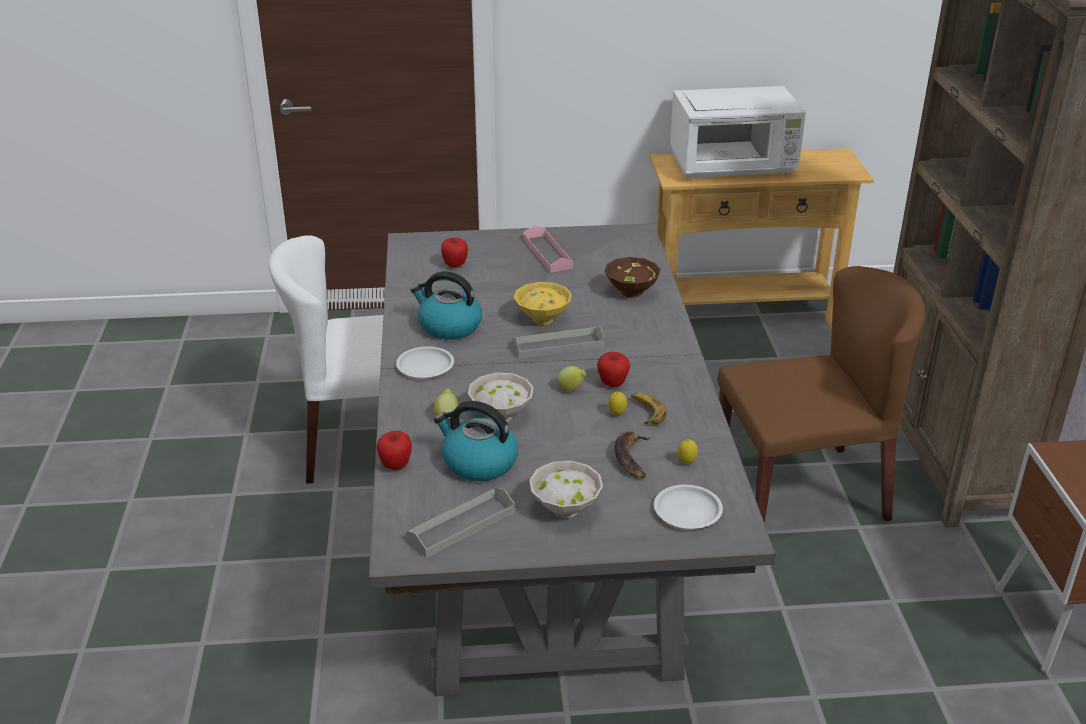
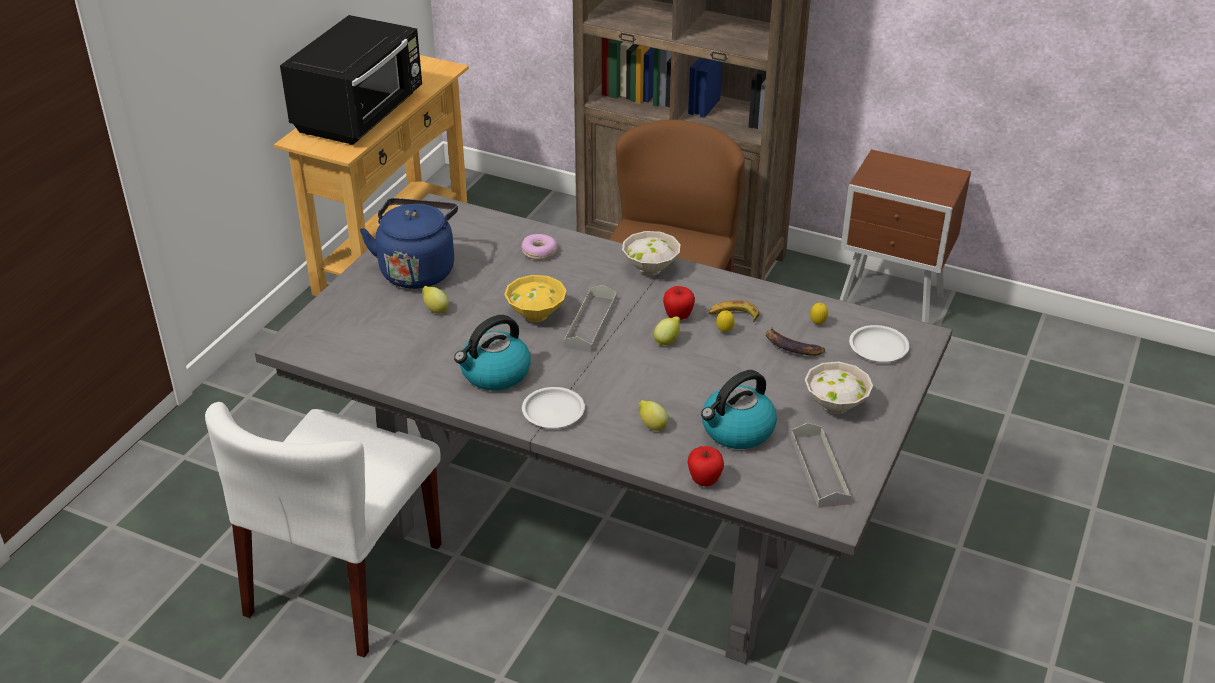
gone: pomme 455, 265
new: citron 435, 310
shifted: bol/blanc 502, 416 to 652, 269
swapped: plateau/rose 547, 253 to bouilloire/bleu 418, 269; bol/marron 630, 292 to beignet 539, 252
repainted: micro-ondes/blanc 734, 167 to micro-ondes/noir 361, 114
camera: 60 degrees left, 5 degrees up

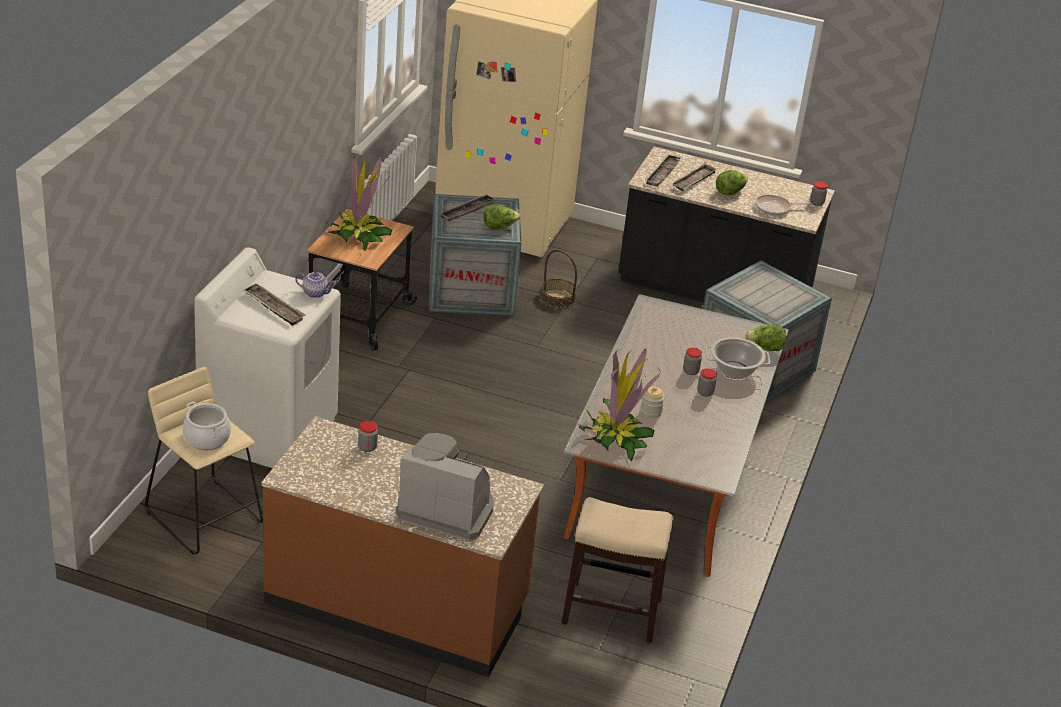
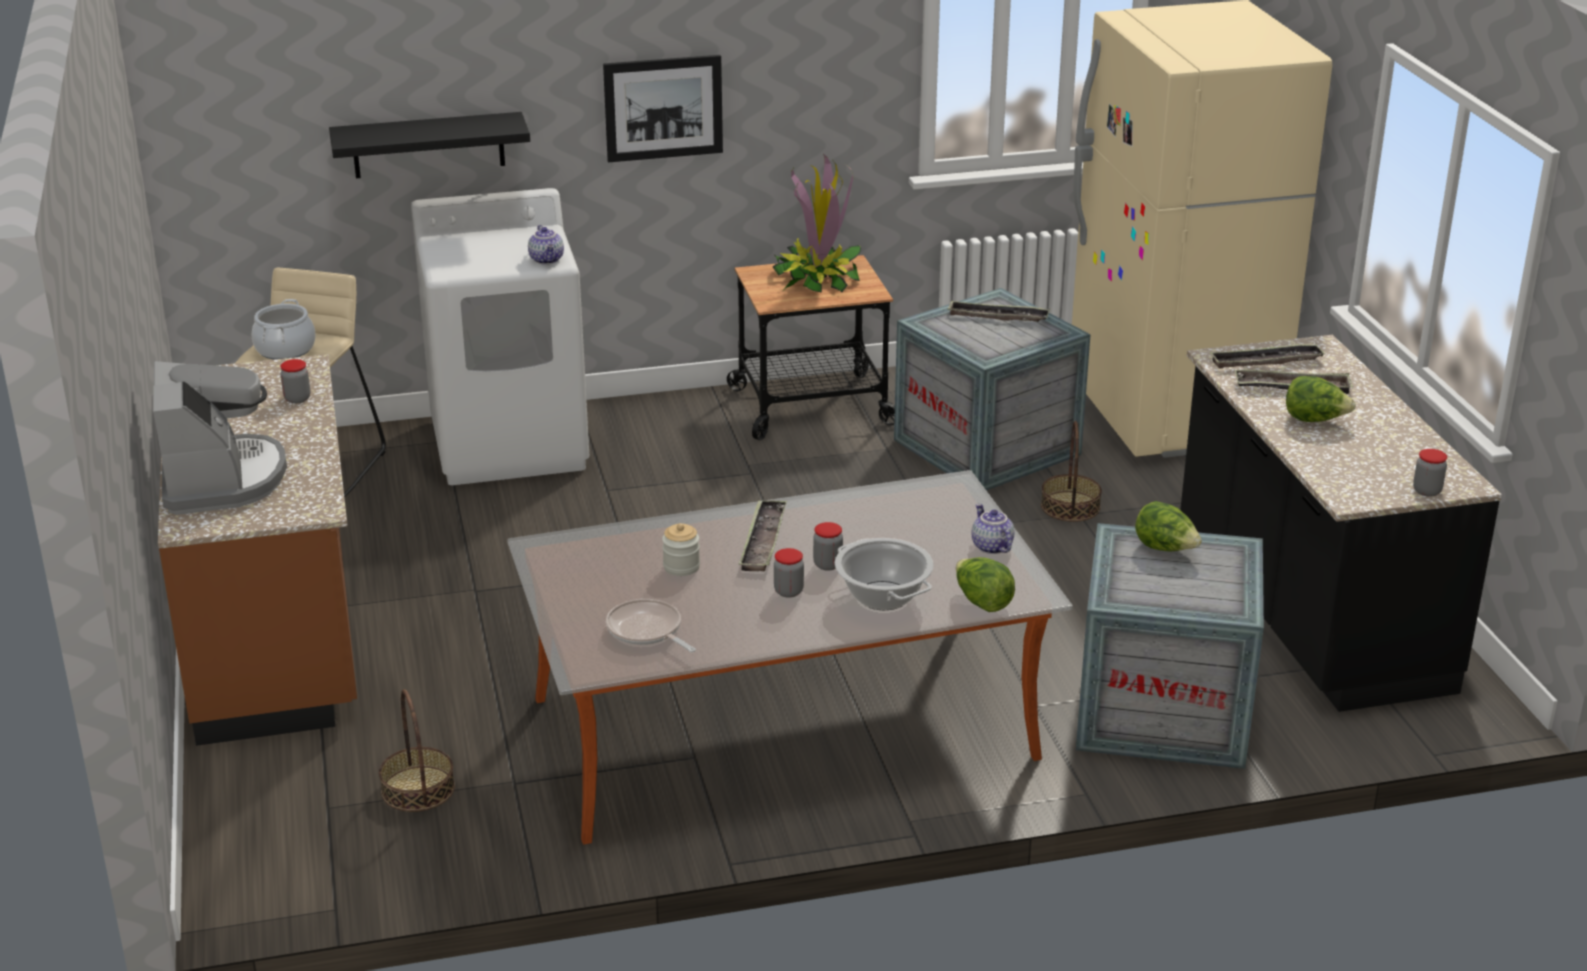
gone: plante en pot 615, 437
new: étagère/noir 428, 145; tableau 663, 108; théière 990, 547
shifted: poêle 775, 208 to 647, 631; plateau 273, 308 to 763, 541; laitue 499, 227 to 1165, 549
swapped: tabouret 610, 611 to panier 417, 789
camera: 60 degrees right, 5 degrees down

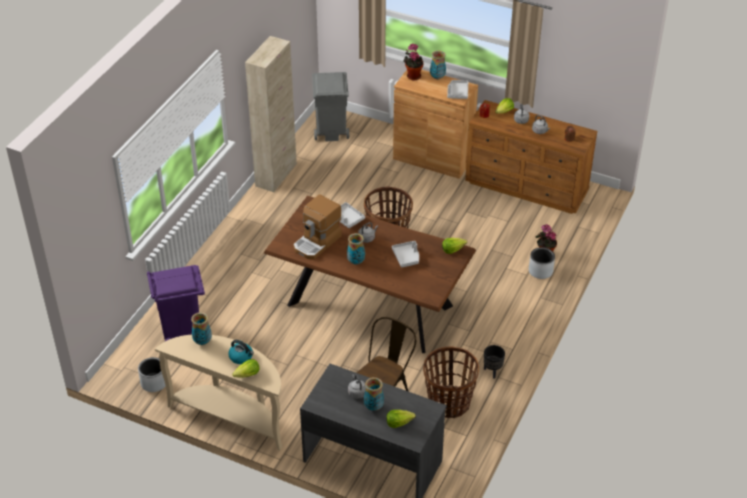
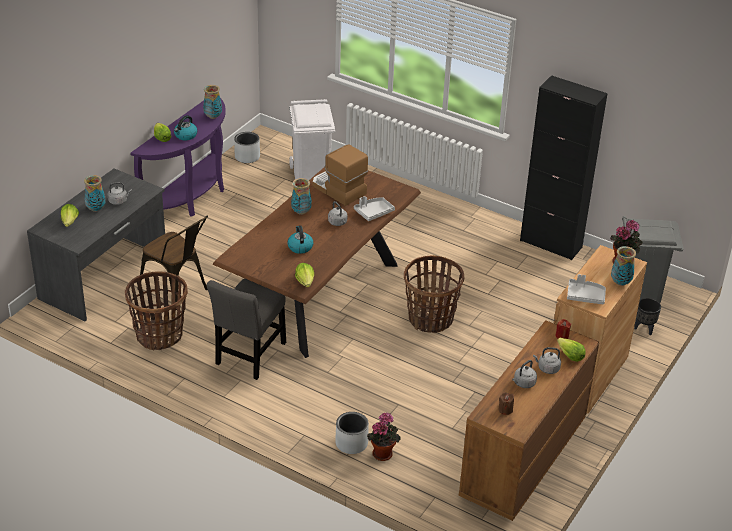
new: chaise/gris 249, 356
shifted: cache-pot/noir 492, 371 to 644, 329
swapped: plateau/gris 407, 257 to bouilloire 300, 247
repainted: table console/beige 231, 416 to table console/violet 192, 197; poubelle/violet 182, 330 to poubelle/blanc 311, 173; meuble de rangement/beige 276, 175 to meuble de rangement/noir 550, 244
camera: 95 degrees right, 5 degrees down

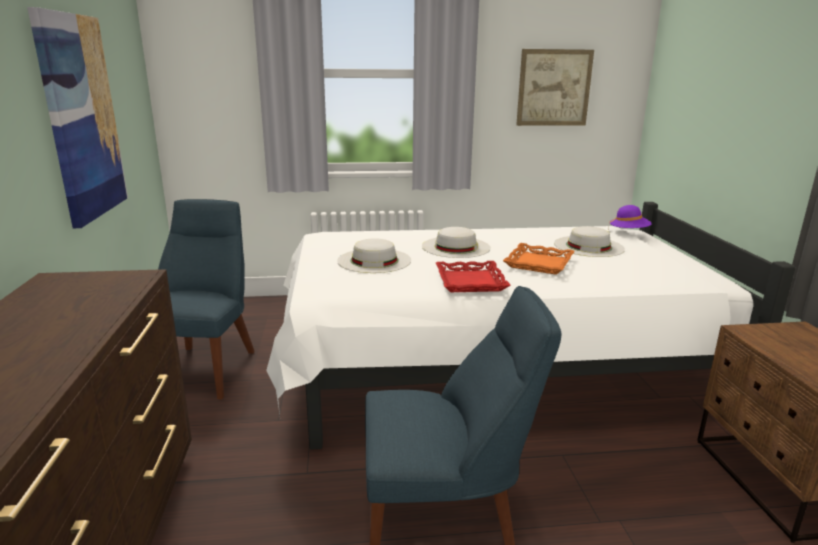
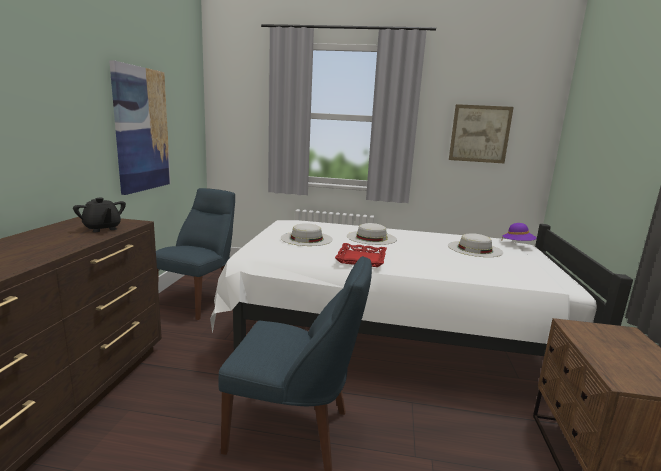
gone: plateau/orange 538, 263
new: théière/noir 102, 228
camera: 15 degrees right, 5 degrees down

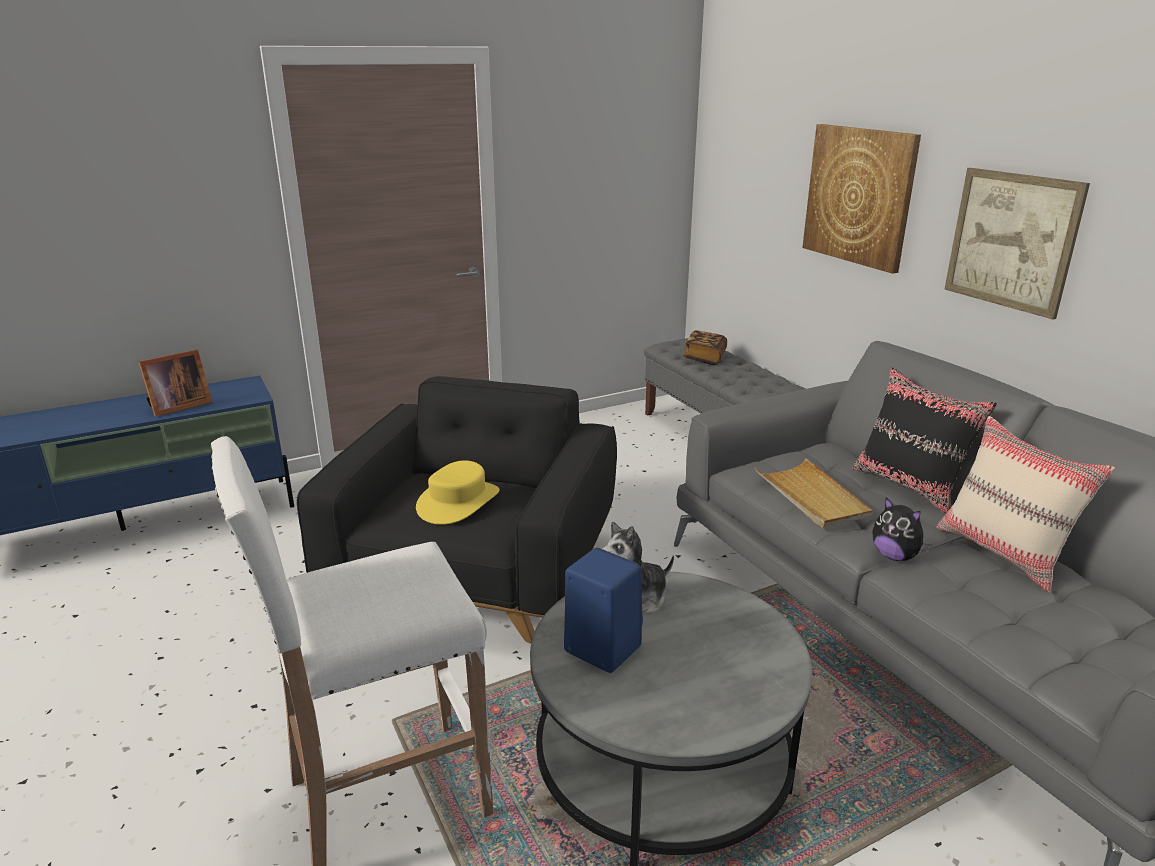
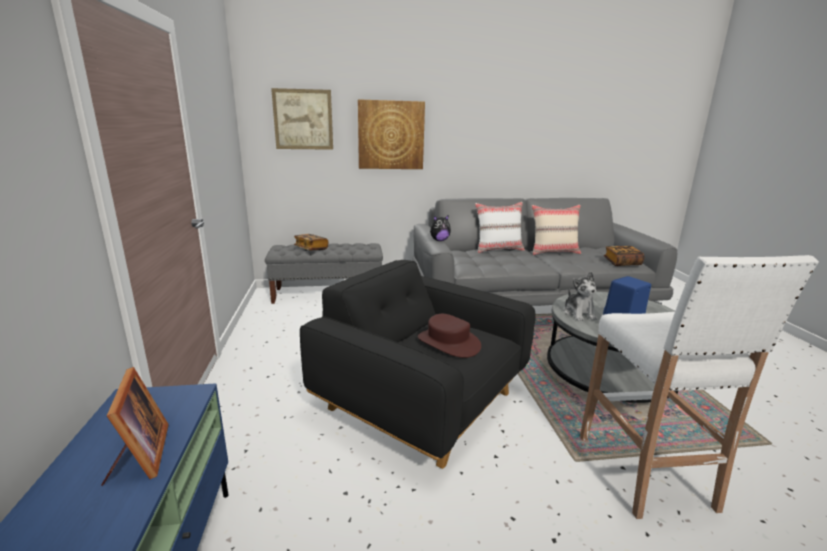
gone: plateau/beige 811, 497
new: livre 622, 263
shifted: tableau 1012, 241 to 303, 119; peluche 895, 556 to 439, 240
repainted: chapeau/jaune 458, 502 to chapeau/marron 448, 343; coussin/noir 909, 486 to coussin/blanc 498, 249
camera: 70 degrees left, 5 degrees down

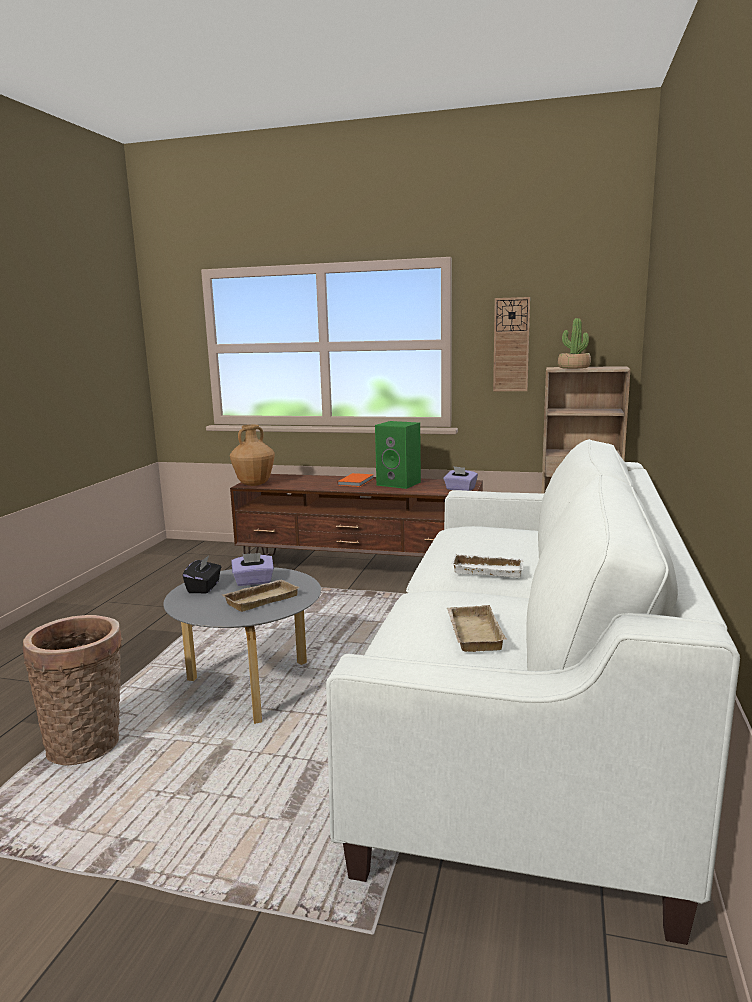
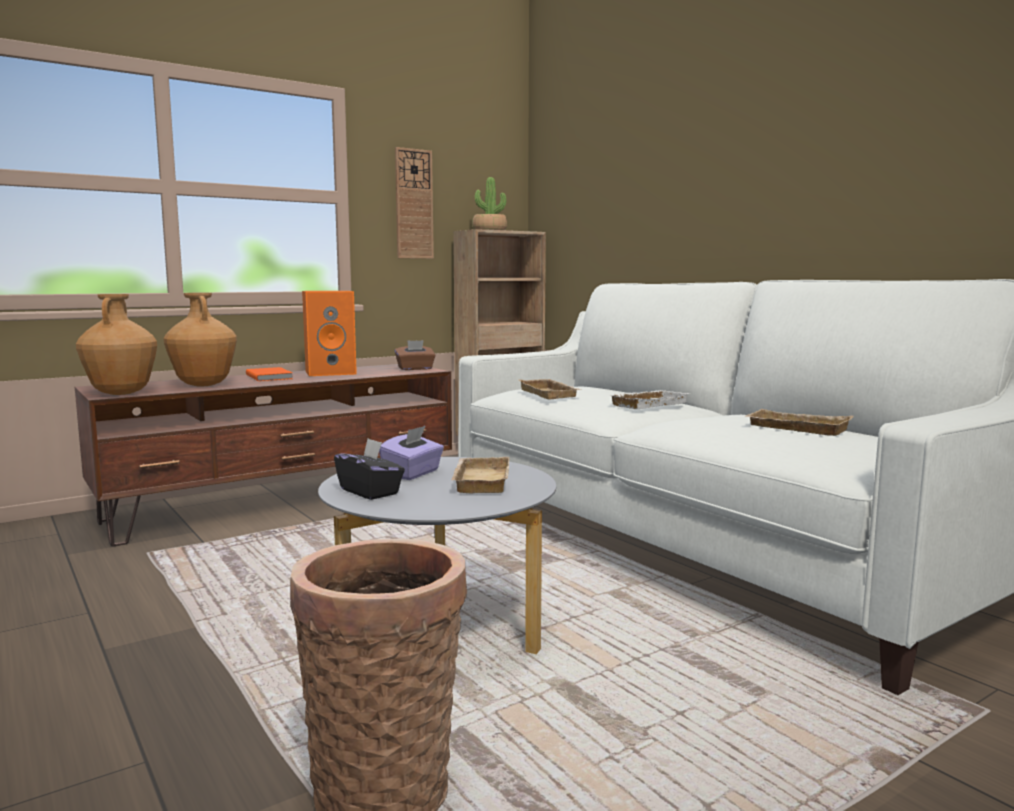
new: vase/marron 204, 385; plateau/beige 551, 394
repainted: enceinte/vert 400, 483 to enceinte/orange 332, 372; boîte à mouchoirs/violet 460, 489 to boîte à mouchoirs/marron 415, 369
camera: 50 degrees left, 5 degrees down

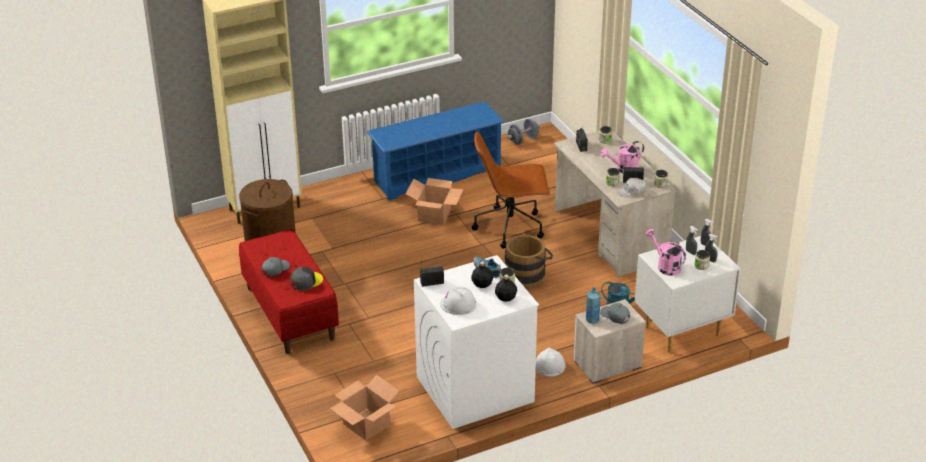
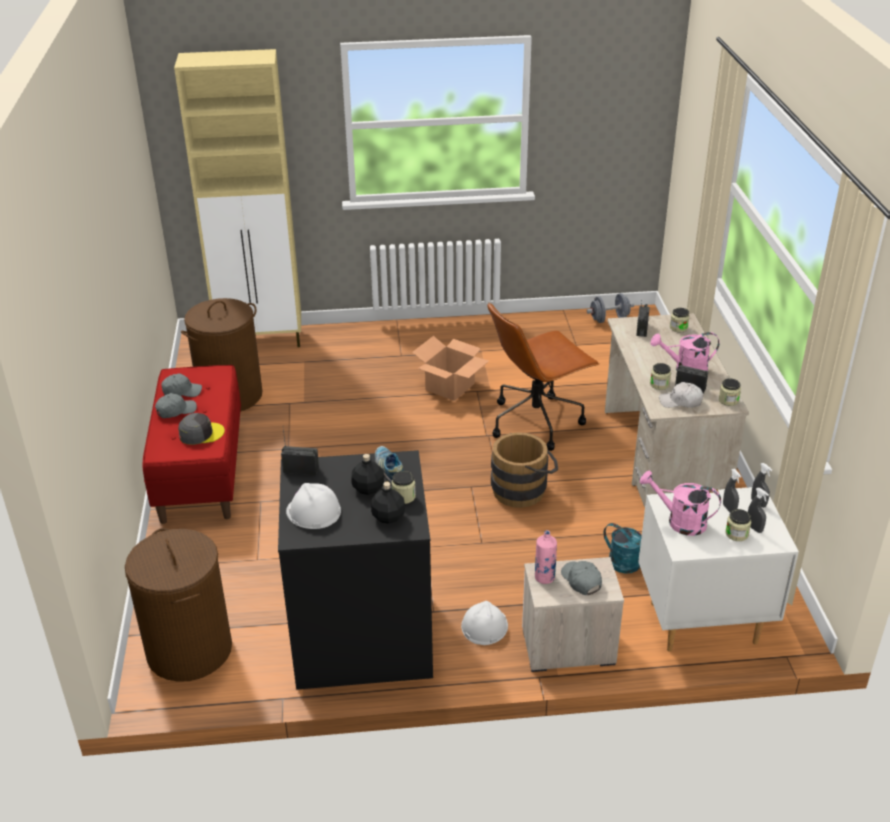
gone: étagère à chaussures/bleu 436, 175
new: casquette/gris 182, 391
swapped: carton 367, 424 to panier à linge/marron 190, 650
repainted: lave-linge/blanc 474, 389 to lave-linge/noir 361, 636; bouteille/bleu 592, 319 to bouteille/rose 544, 577
rotated: chaise de bureau/marron 511, 227 = 536, 421 45 degrees counterclockwise; arrosoir/rose 665, 266 = 679, 521 45 degrees counterclockwise
camera: 20 degrees right, 0 degrees up

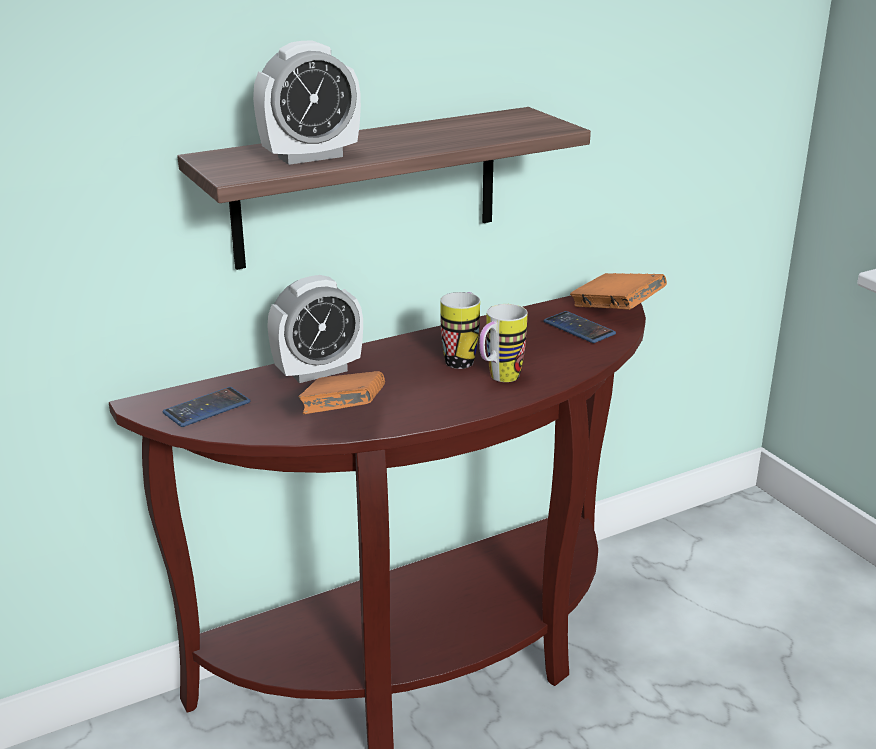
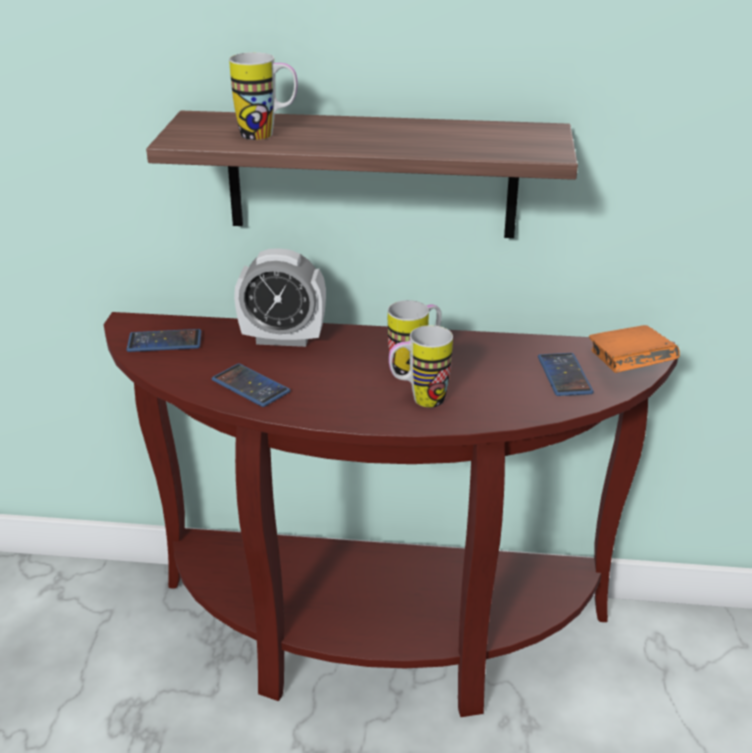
swapped: livre/orange 344, 415 to téléphone 250, 386; réveil 310, 157 to mug 267, 135
camera: 35 degrees right, 5 degrees up

